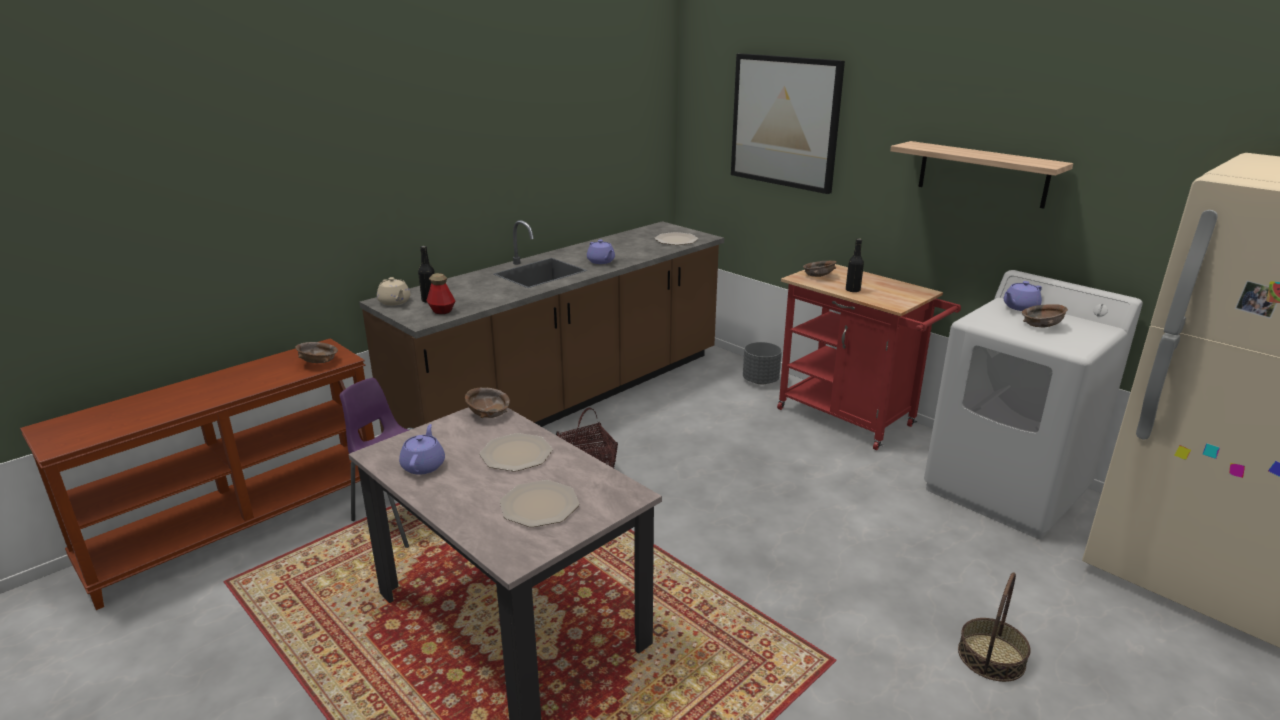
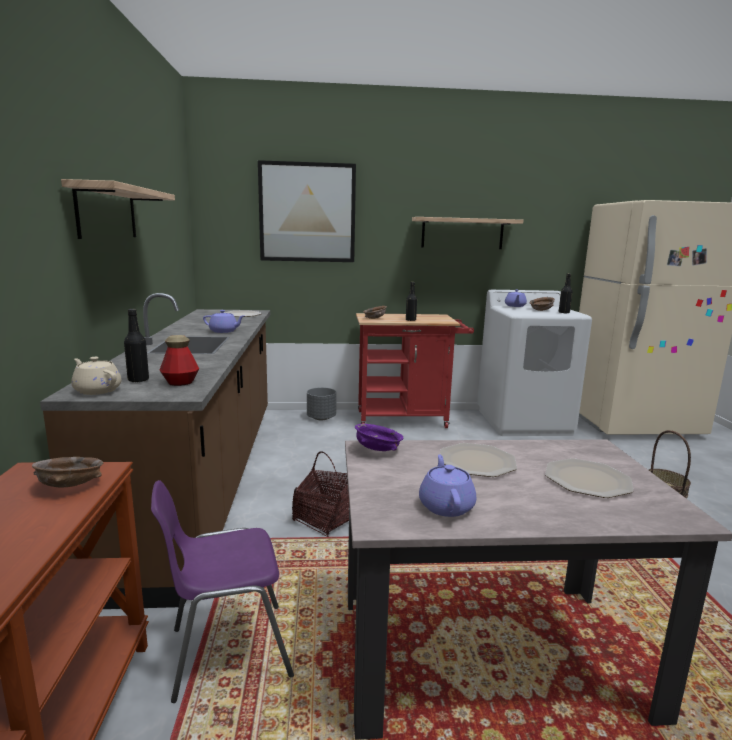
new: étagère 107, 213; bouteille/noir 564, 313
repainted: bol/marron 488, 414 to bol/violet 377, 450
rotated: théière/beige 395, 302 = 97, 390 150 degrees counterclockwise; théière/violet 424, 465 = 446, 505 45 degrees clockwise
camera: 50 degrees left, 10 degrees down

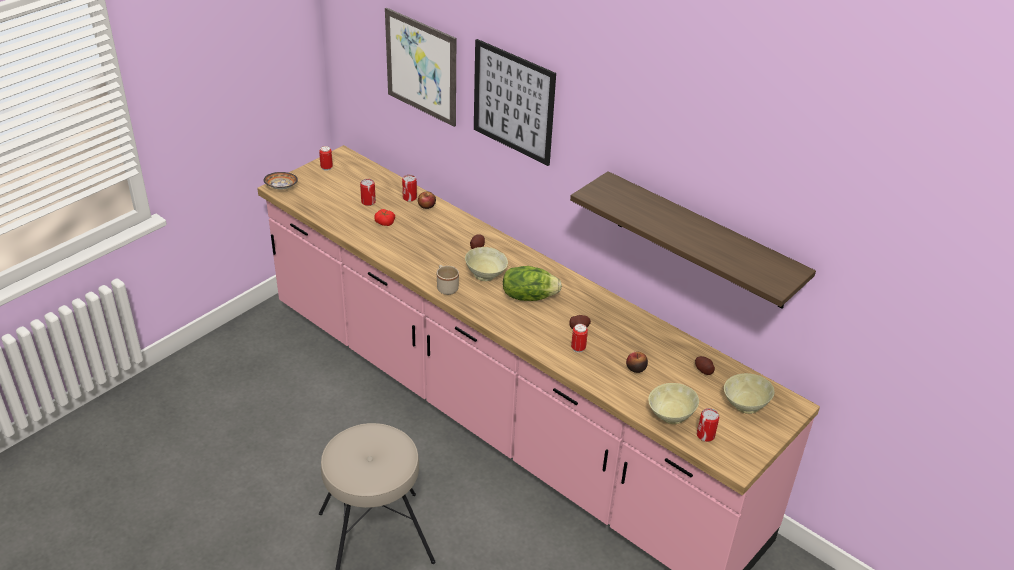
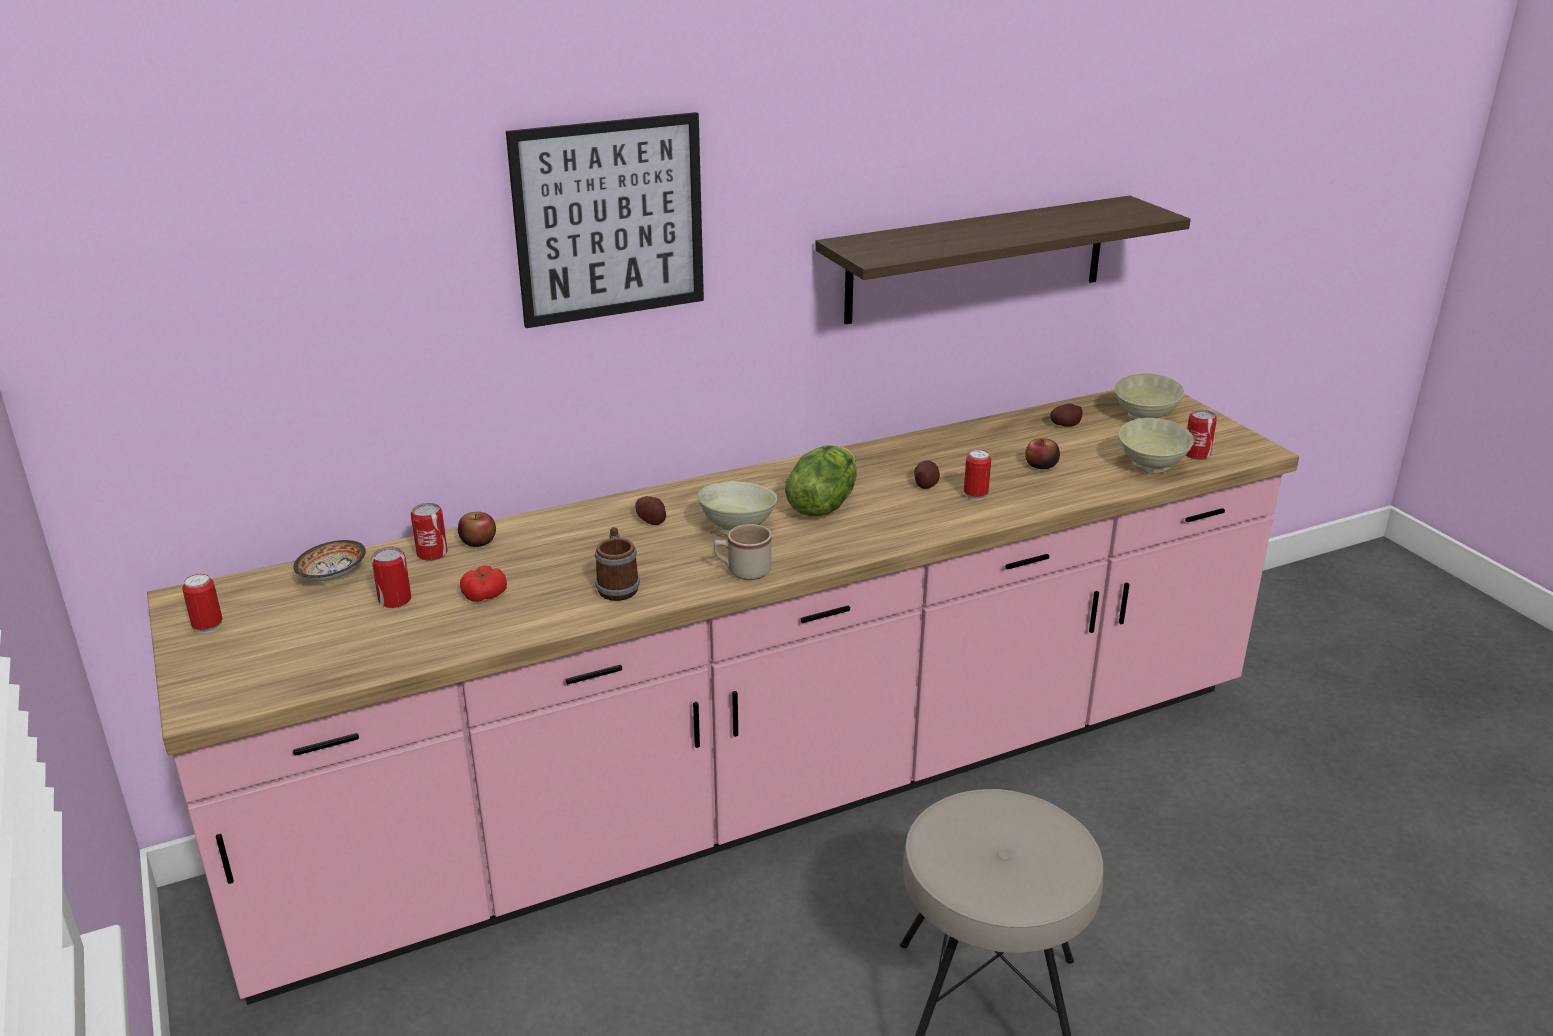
gone: tableau 421, 67
new: mug 617, 586
shifted: bol 281, 187 to 331, 576
camera: 65 degrees left, 10 degrees down

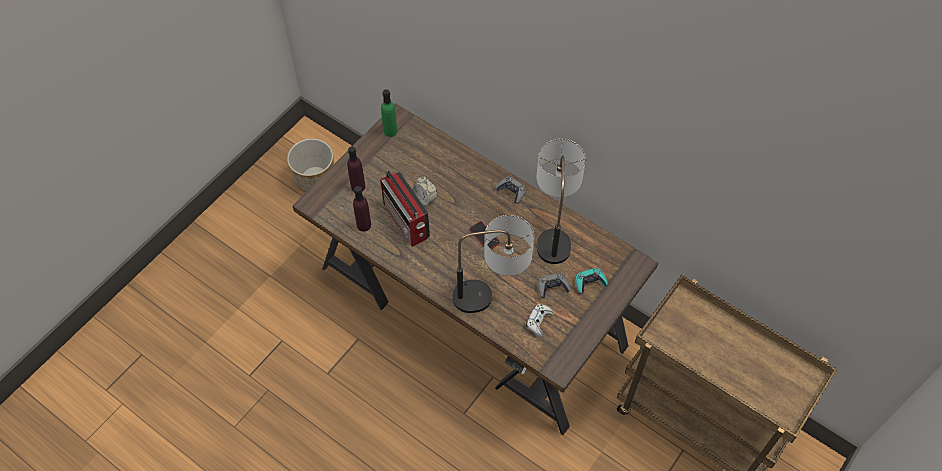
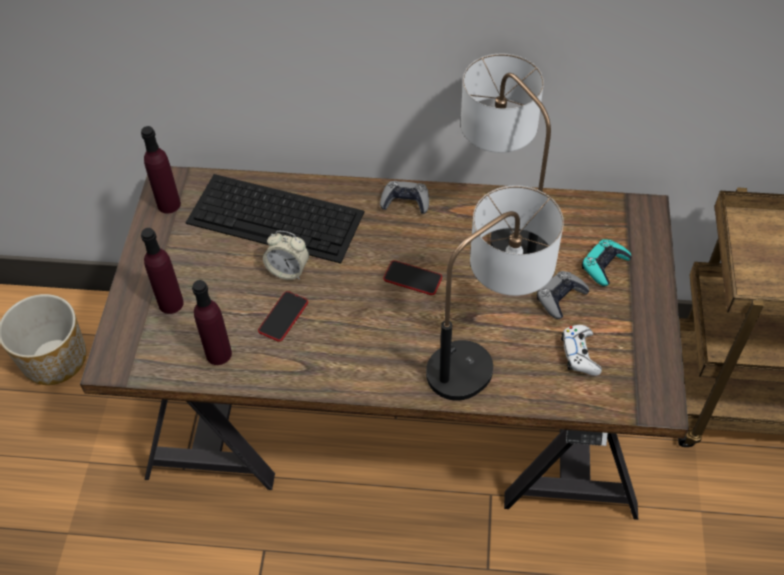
new: clavier 277, 217
swapped: radio 406, 222 to téléphone 283, 317
repainted: bouteille/vert 390, 131 to bouteille/violet 169, 204
camera: 30 degrees left, 5 degrees down

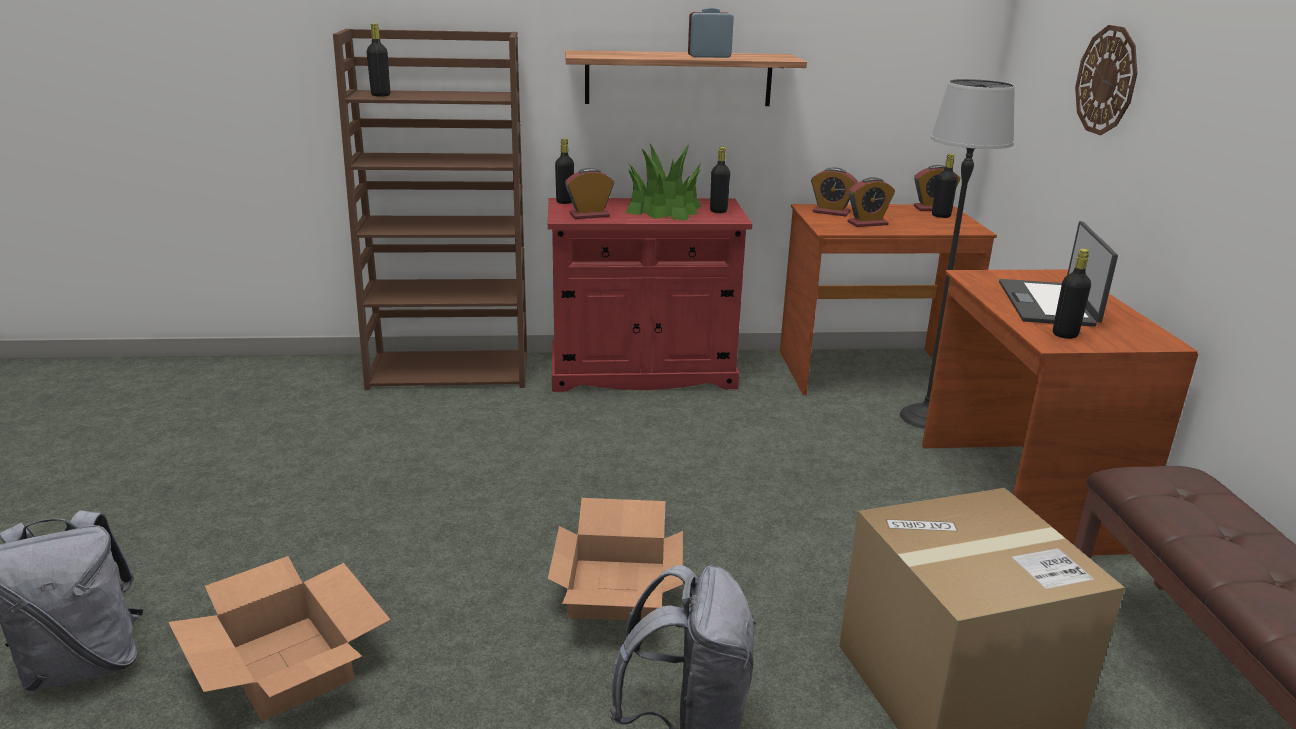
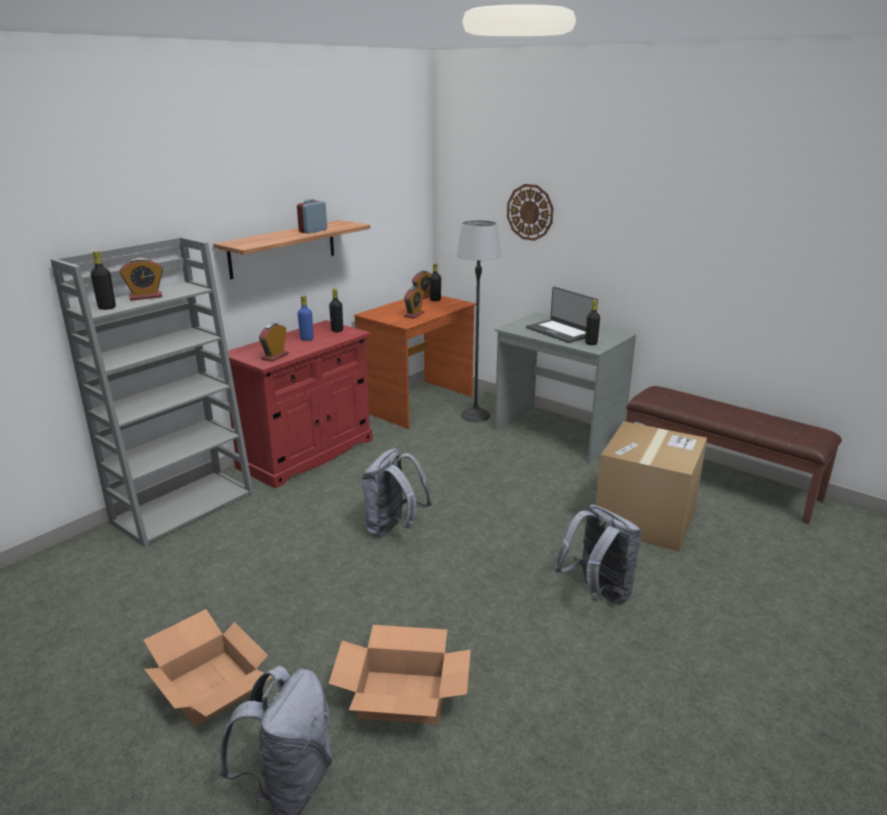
gone: bouteille/noir 565, 202
new: sac à dos/gris 393, 528
shifted: réveil 831, 212 to 146, 297; carton 615, 588 to 209, 687
swapped: plante en pot 663, 209 to bouteille/bleu 306, 339
repainted: bibliothèque/marron 451, 371 to bibliothèque/gris 184, 507; bureau/marron 1017, 495 to bureau/gris 557, 433
camera: 45 degrees left, 0 degrees up

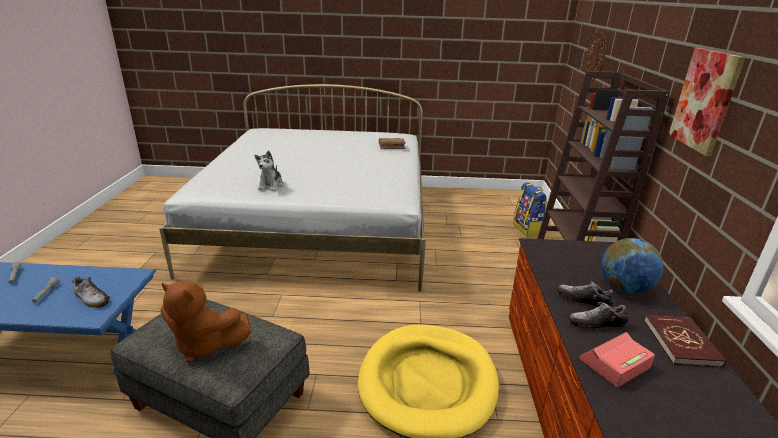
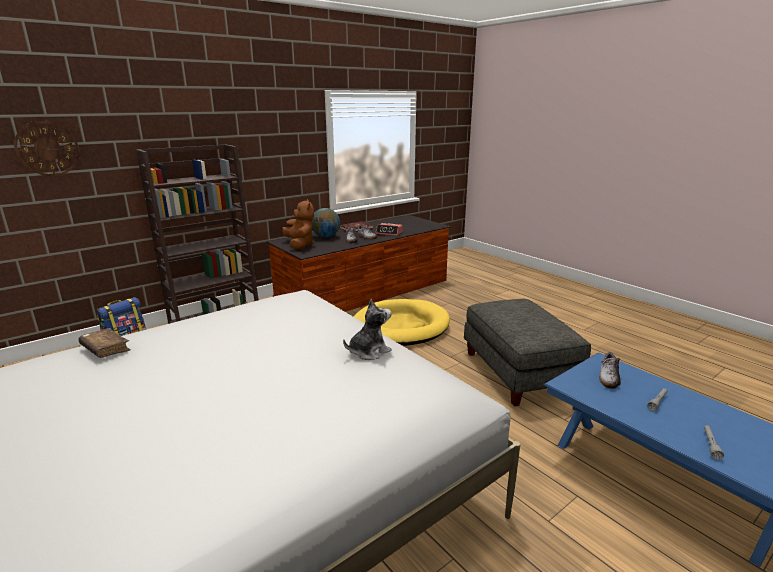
gone: tableau 705, 100
shifted: peluche/marron 204, 345 to 300, 245
rotated: chaussure 92, 299 = 608, 377 150 degrees counterclockwise
camera: 130 degrees left, 5 degrees down

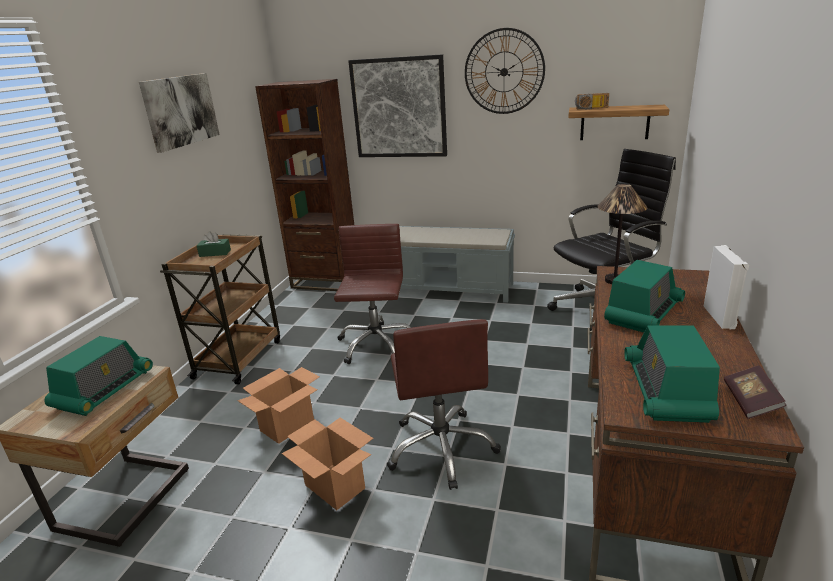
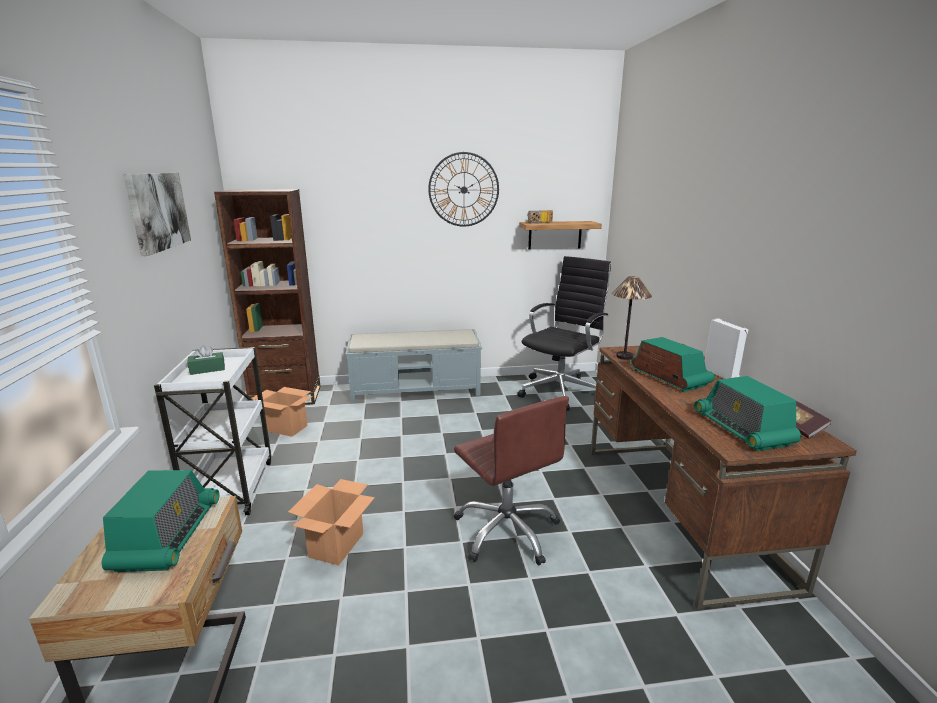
gone: chaise de bureau/marron 376, 344; tableau 399, 108
shifted: carton 334, 486 to 285, 428
repainted: chariot/marron 239, 358 to chariot/blanc 231, 487
rotated: radio 643, 313 = 669, 378 45 degrees counterclockwise
camera: 25 degrees left, 5 degrees down

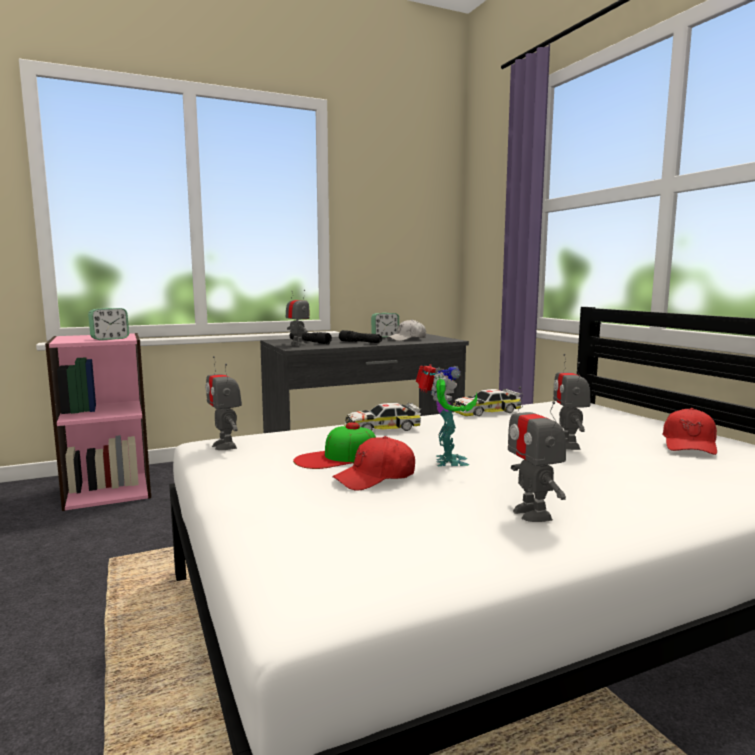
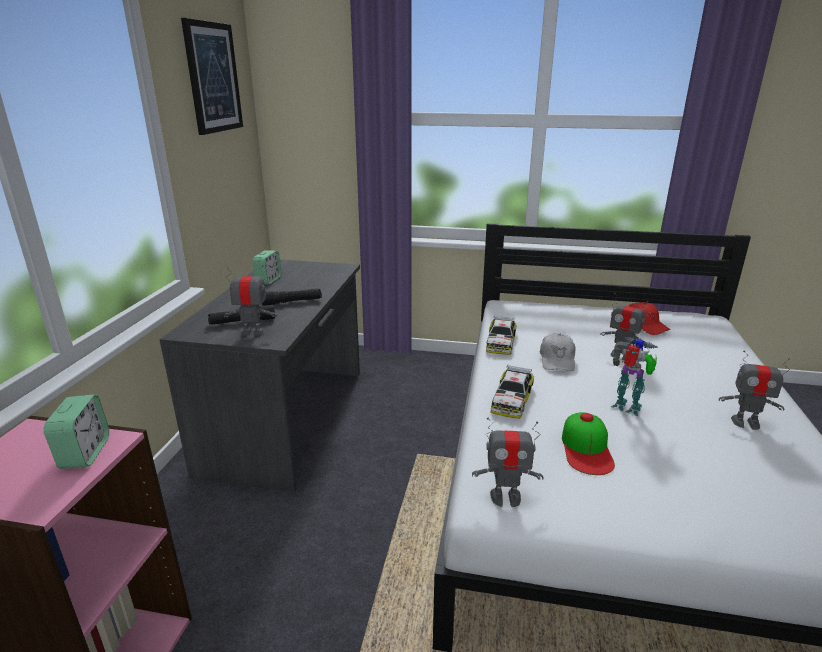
gone: casquette/rouge 375, 478
new: tableau 213, 78
shifted: casquette/blanc 407, 339 to 557, 360
camera: 55 degrees left, 15 degrees up

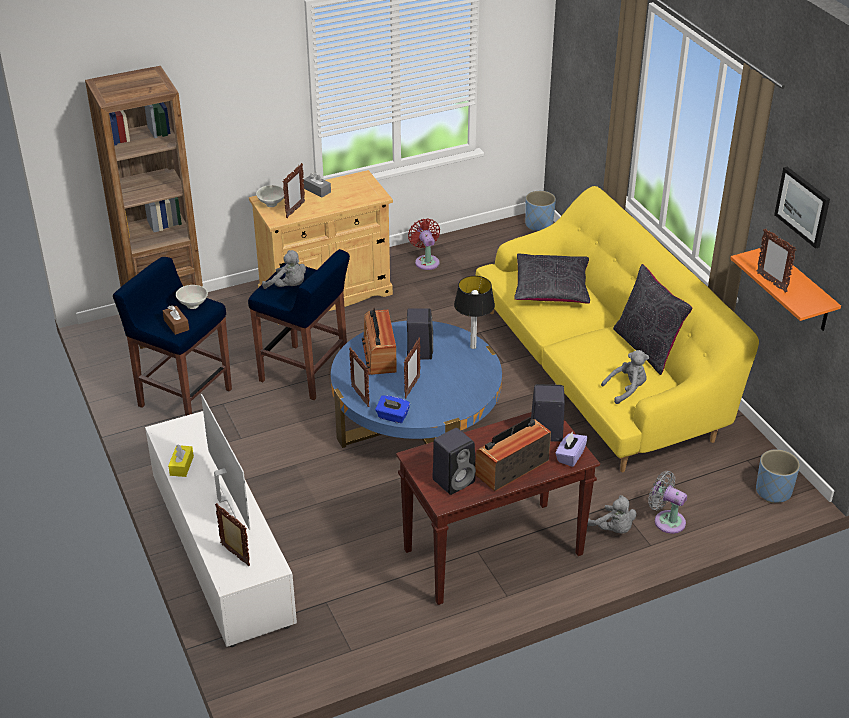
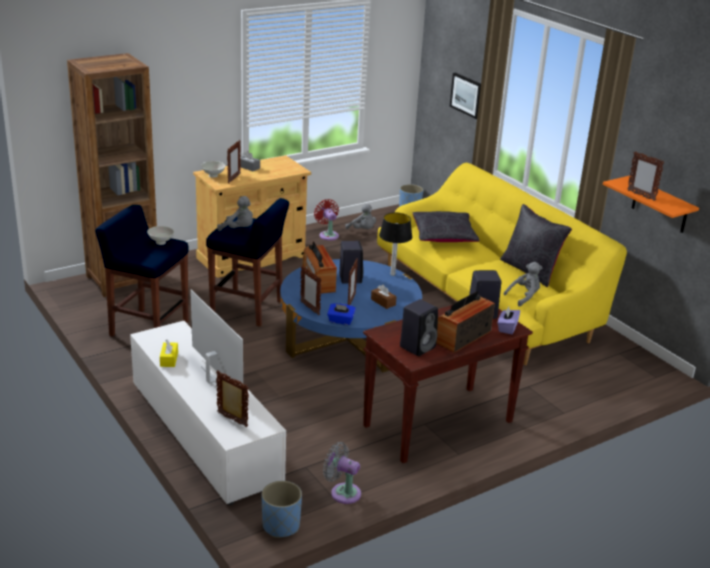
shifted: cache-pot/bleu 773, 491 to 281, 526; ventilateur/gris 666, 520 to 342, 492; peluche/gris 613, 529 to 362, 230; boîte à mouchoirs/marron 176, 325 to 383, 302; tableau 803, 206 to 466, 95
camera: 10 degrees left, 10 degrees down

